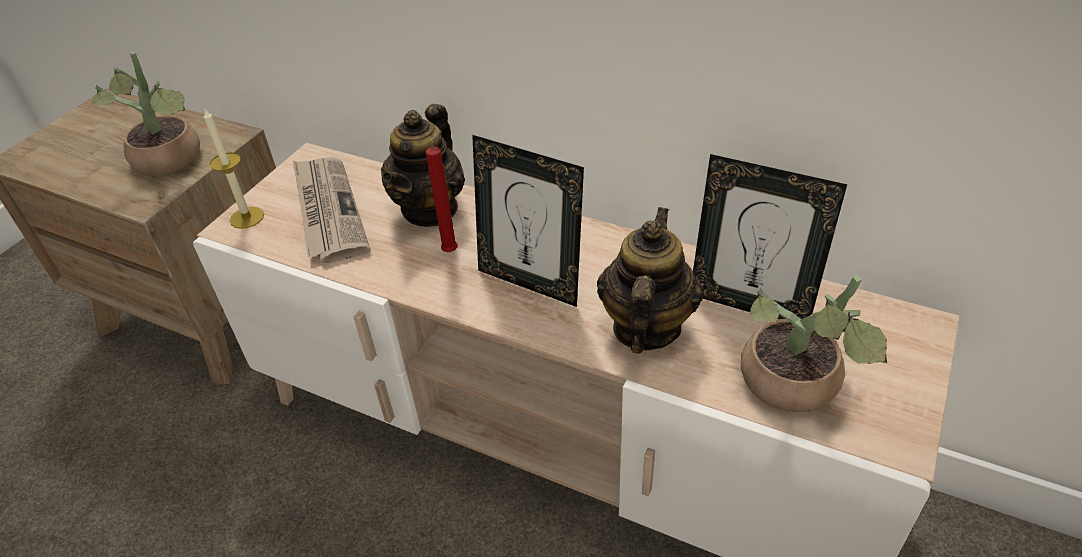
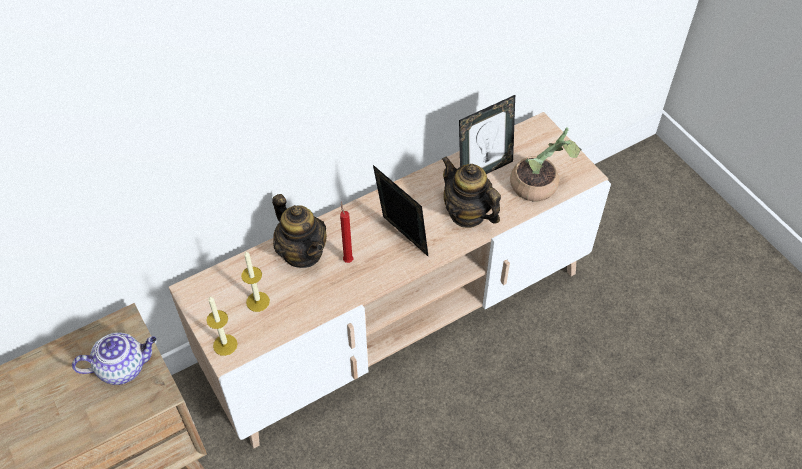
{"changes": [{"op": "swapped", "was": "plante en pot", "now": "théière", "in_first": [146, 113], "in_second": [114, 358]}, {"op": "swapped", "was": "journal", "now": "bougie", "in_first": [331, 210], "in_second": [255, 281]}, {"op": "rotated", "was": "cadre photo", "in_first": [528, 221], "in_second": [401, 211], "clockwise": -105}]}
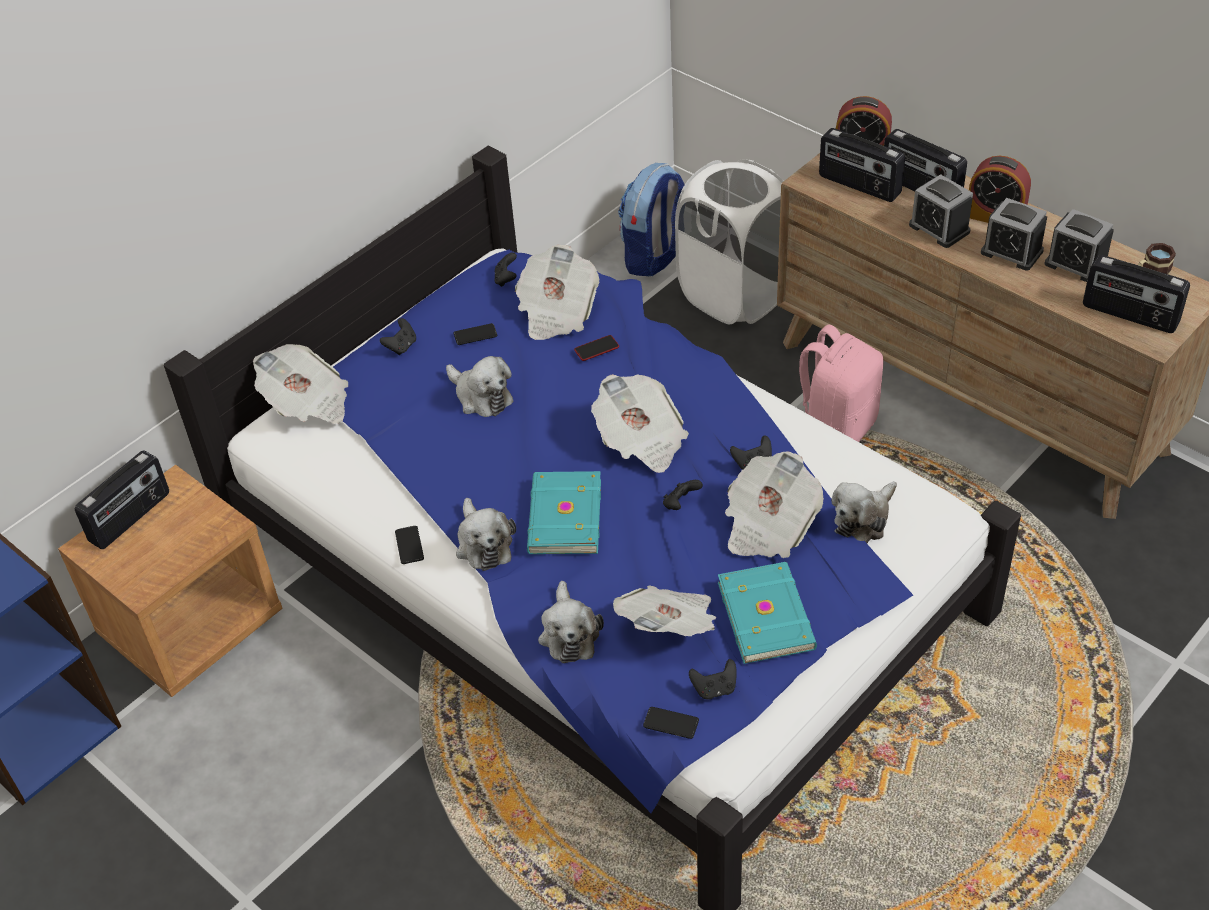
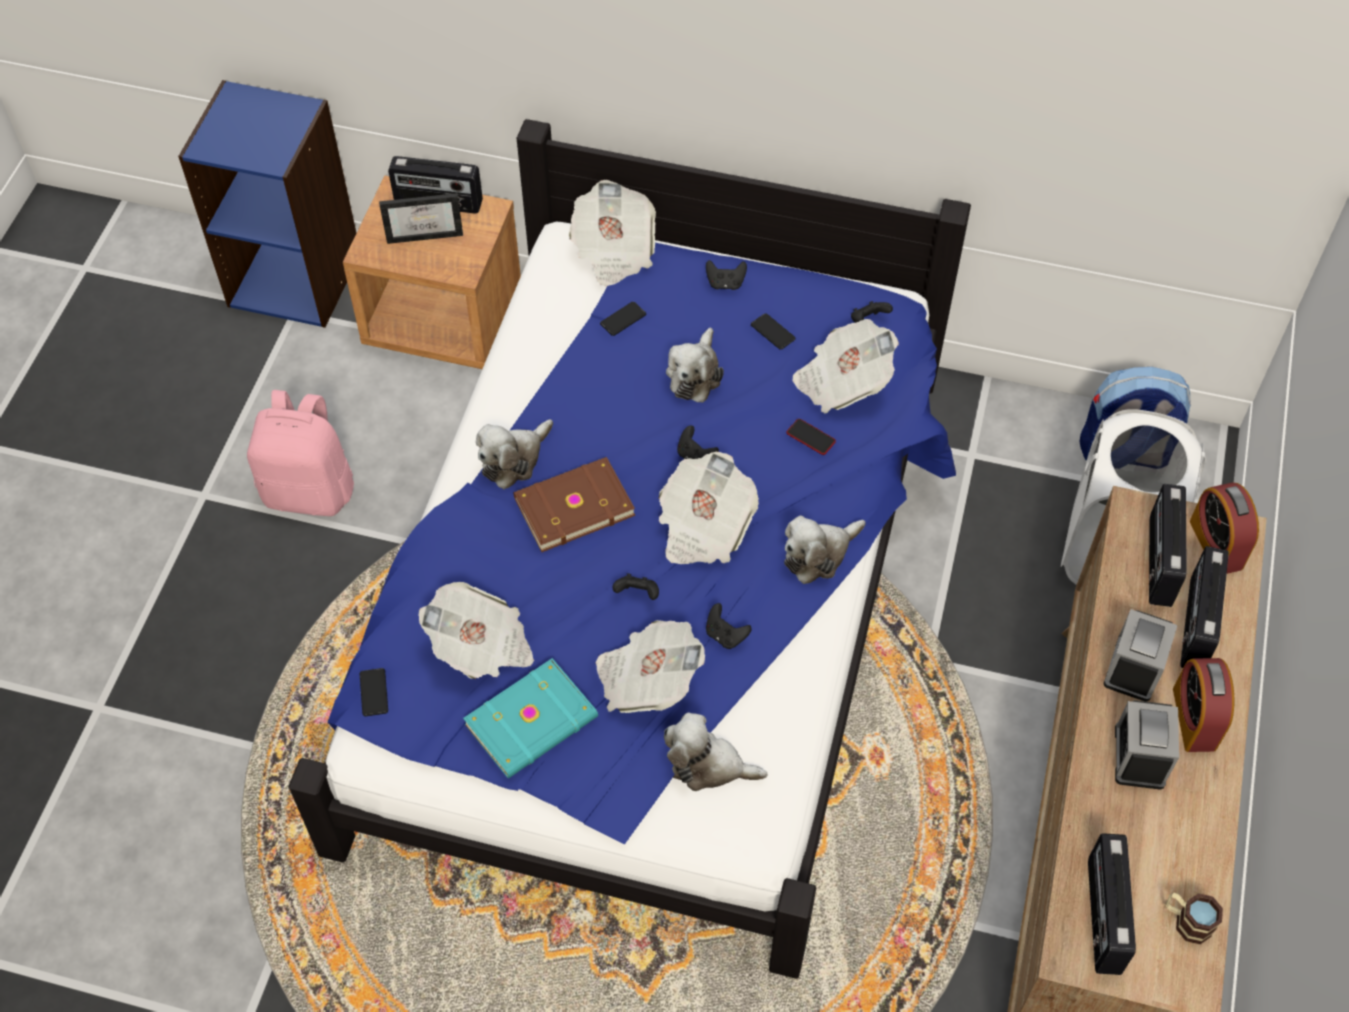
{"changes": [{"op": "shifted", "was": "sac à dos [rose]", "in_first": [841, 383], "in_second": [300, 453]}, {"op": "new", "now": "cadre photo", "in_second": [421, 218]}, {"op": "repainted", "was": "livre [turquoise]", "now": "livre [marron]", "in_first": [564, 512], "in_second": [574, 504]}, {"op": "shifted", "was": "téléphone", "in_first": [409, 545], "in_second": [623, 319]}, {"op": "shifted", "was": "manette [noir]", "in_first": [713, 679], "in_second": [698, 442]}, {"op": "shifted", "was": "peluche", "in_first": [571, 622], "in_second": [824, 549]}, {"op": "gone", "was": "réveil", "in_first": [1079, 245]}]}
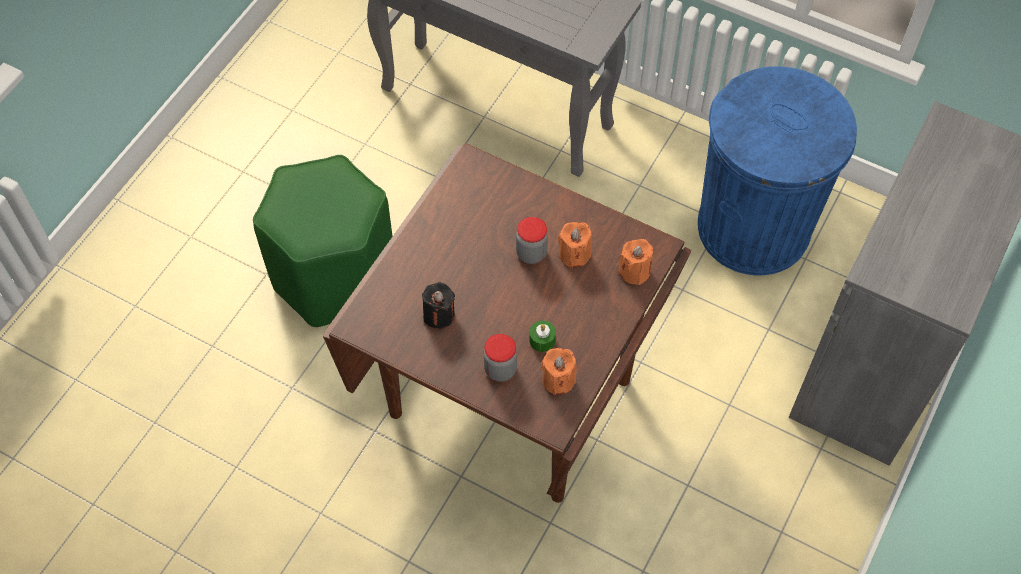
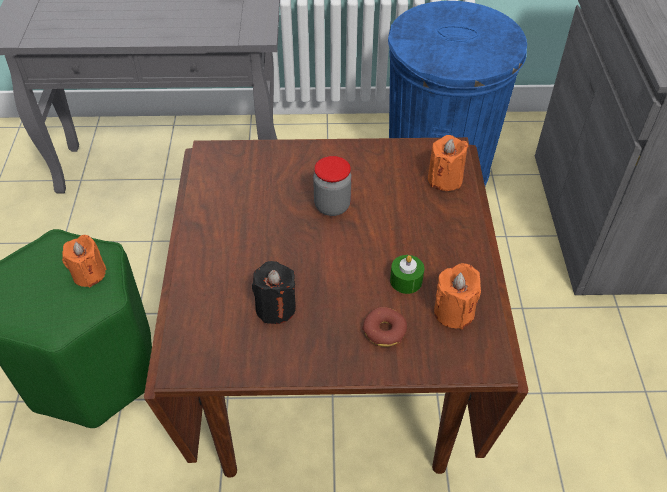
{"changes": [{"op": "shifted", "was": "bougie [orange]", "in_first": [575, 245], "in_second": [84, 261]}, {"op": "swapped", "was": "bocal", "now": "beignet", "in_first": [500, 358], "in_second": [384, 327]}]}
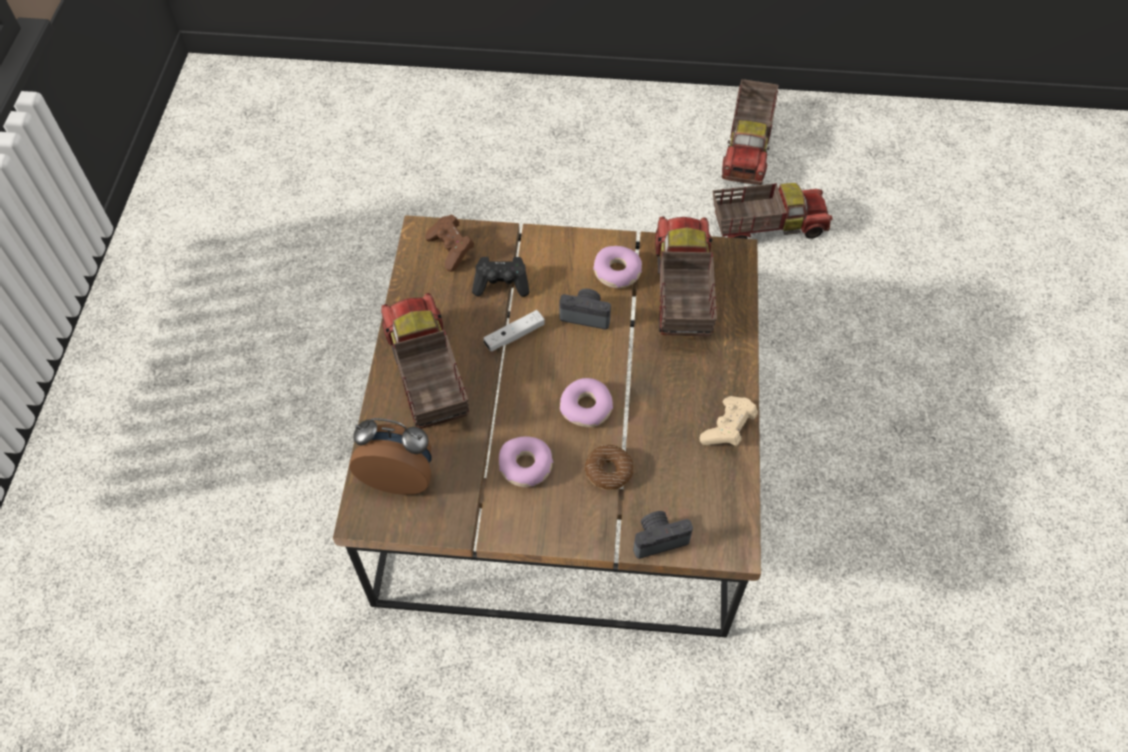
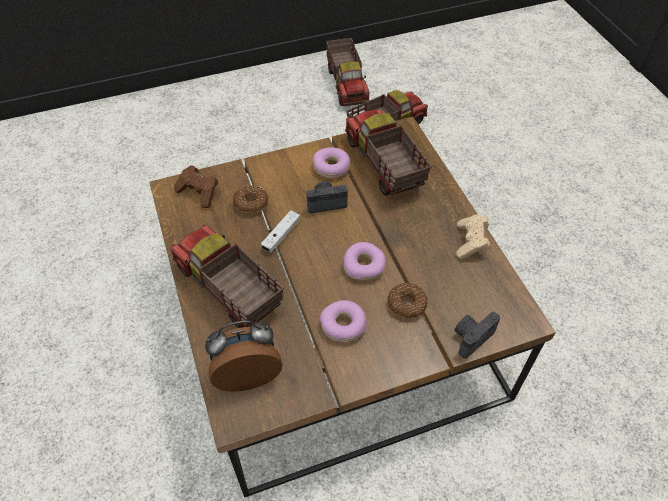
{"changes": [{"op": "swapped", "was": "manette [noir]", "now": "beignet", "in_first": [501, 277], "in_second": [250, 199]}]}
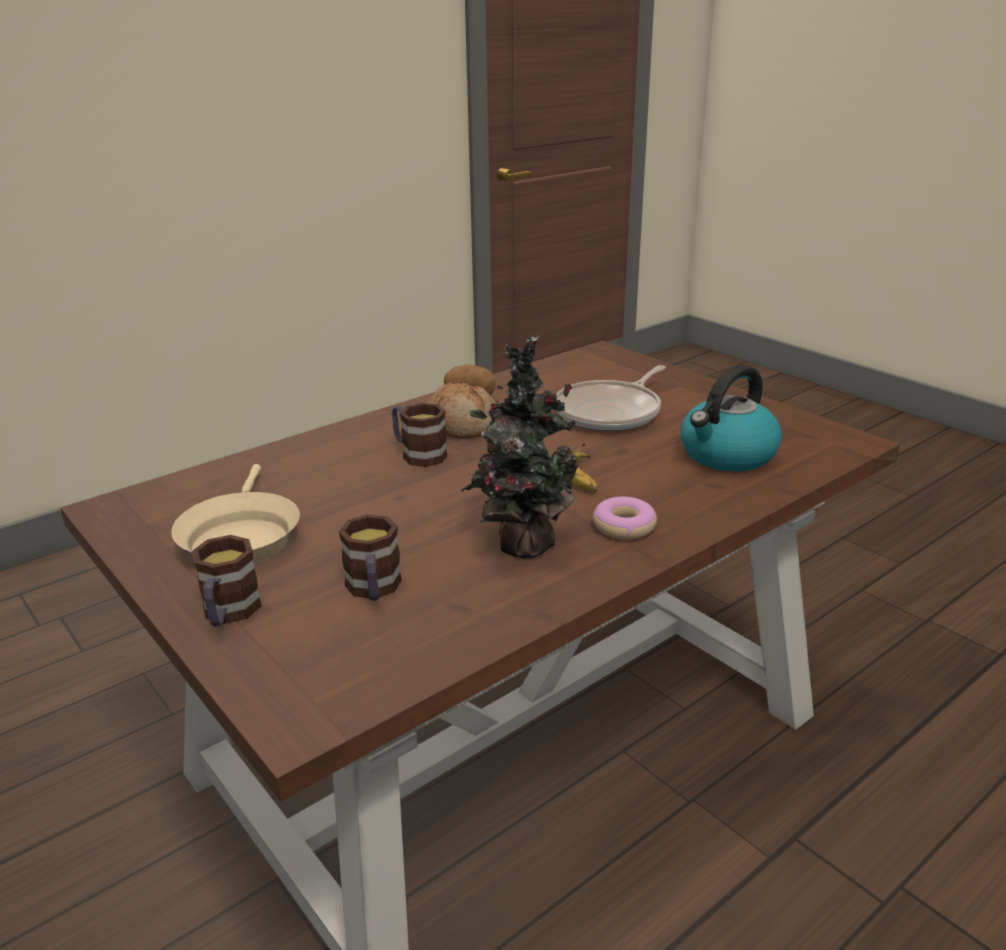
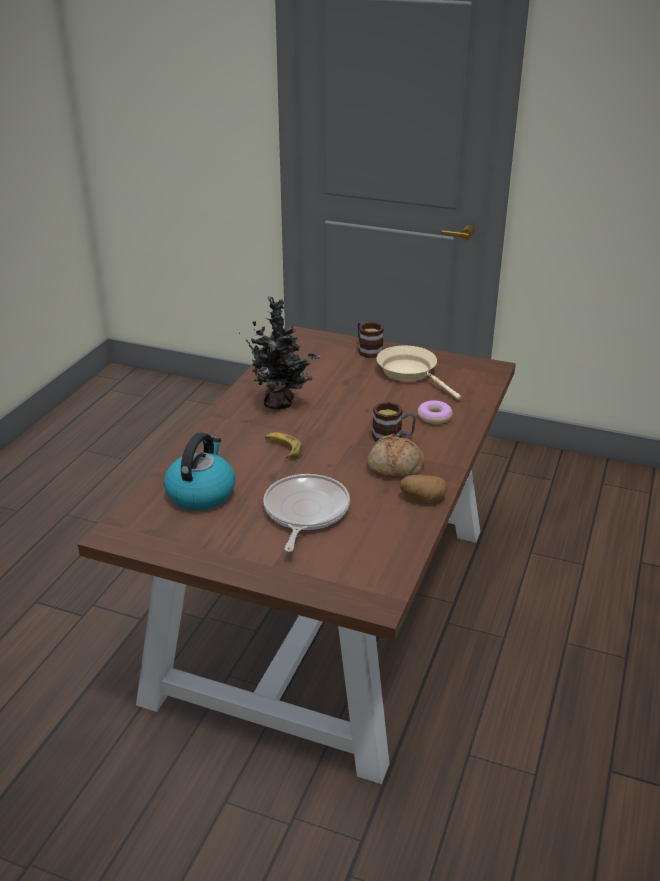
{"changes": [{"op": "shifted", "was": "beignet", "in_first": [624, 518], "in_second": [434, 412]}, {"op": "gone", "was": "mug", "in_first": [370, 557]}]}
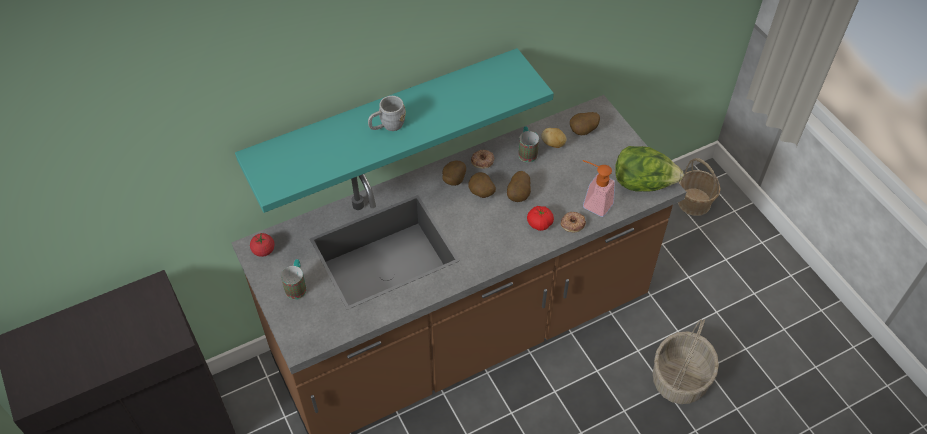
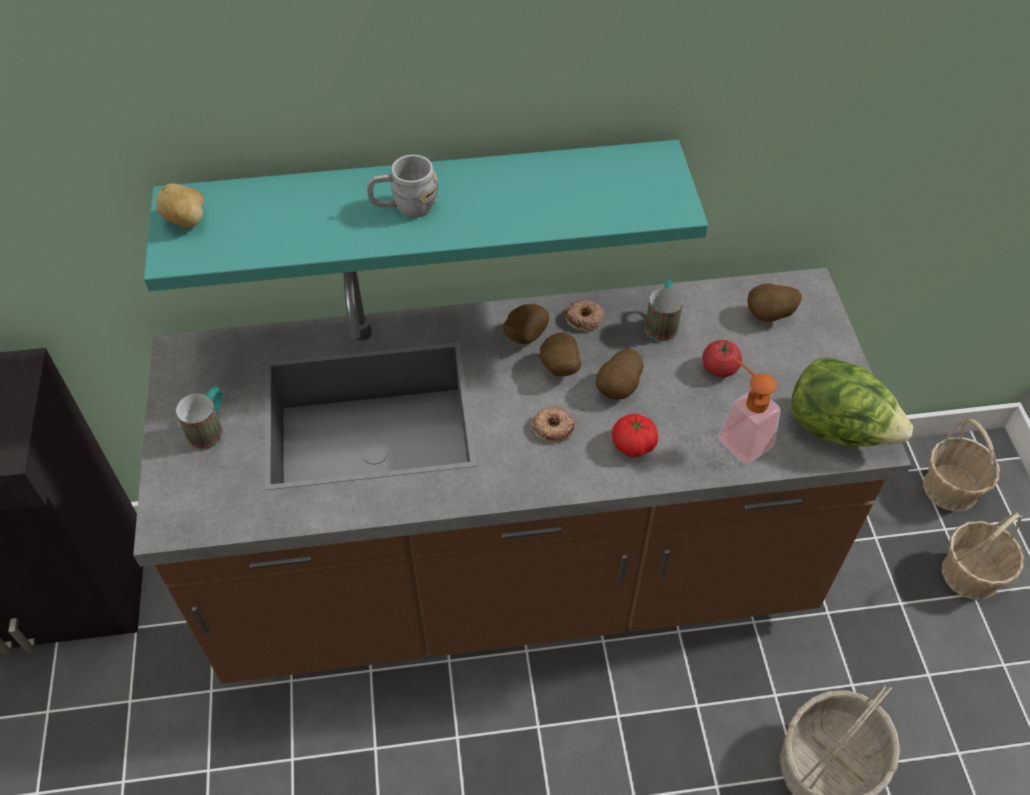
{"changes": [{"op": "shifted", "was": "pomme de terre", "in_first": [554, 138], "in_second": [180, 206]}, {"op": "shifted", "was": "beignet", "in_first": [573, 222], "in_second": [553, 425]}, {"op": "shifted", "was": "tomate", "in_first": [262, 245], "in_second": [722, 358]}, {"op": "new", "now": "panier", "in_second": [983, 556]}]}
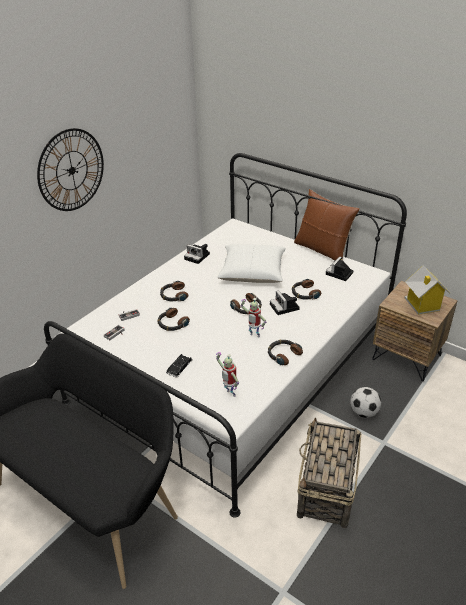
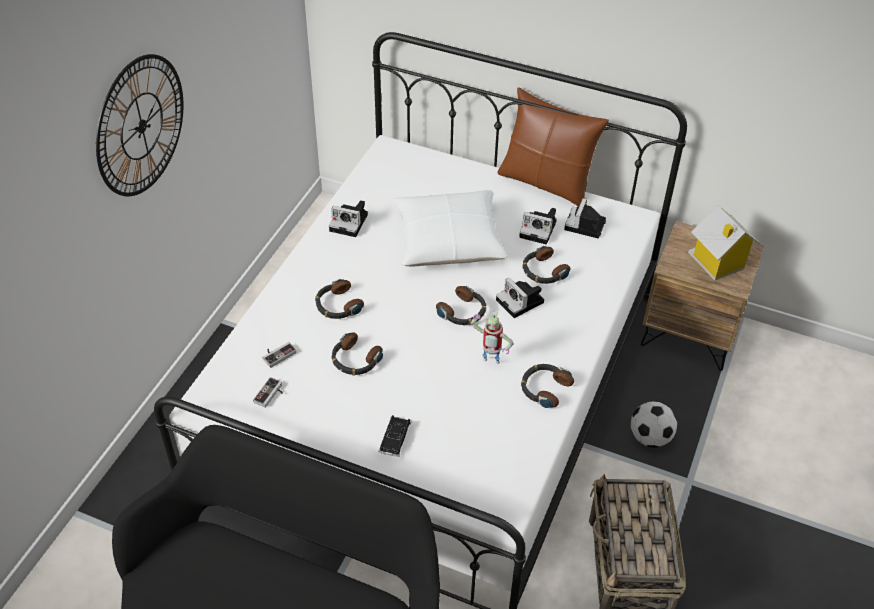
{"changes": [{"op": "new", "now": "appareil photo", "in_second": [538, 226]}, {"op": "gone", "was": "robot jouet", "in_first": [227, 374]}]}
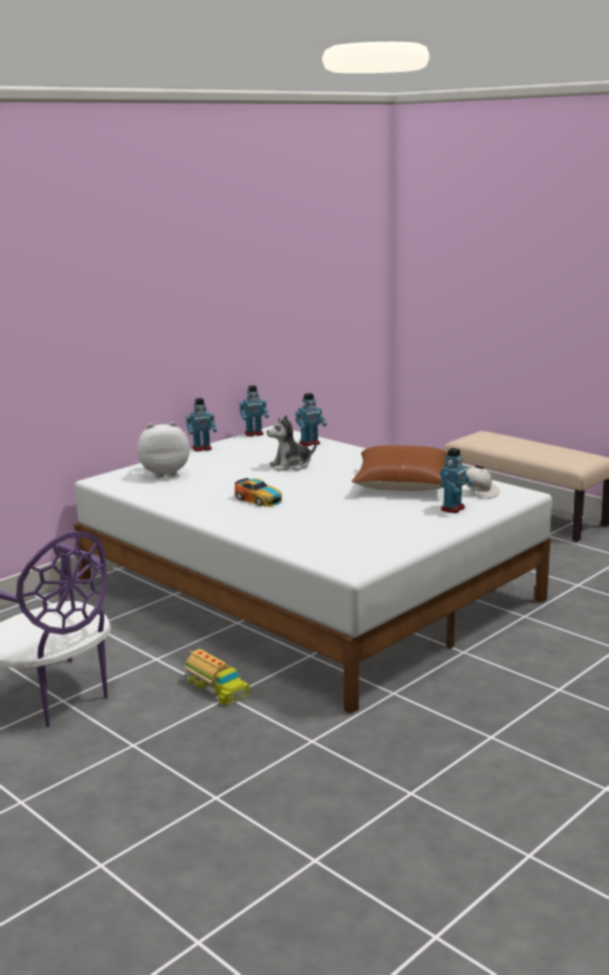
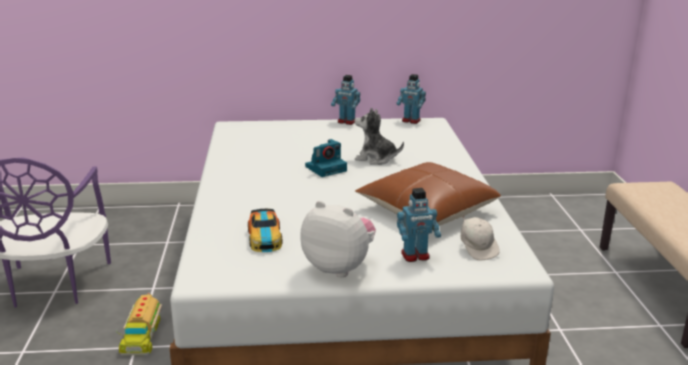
{"changes": [{"op": "shifted", "was": "petite voiture", "in_first": [258, 492], "in_second": [265, 230]}, {"op": "shifted", "was": "peluche", "in_first": [163, 450], "in_second": [338, 239]}, {"op": "new", "now": "appareil photo", "in_second": [326, 158]}, {"op": "gone", "was": "robot jouet", "in_first": [311, 419]}]}
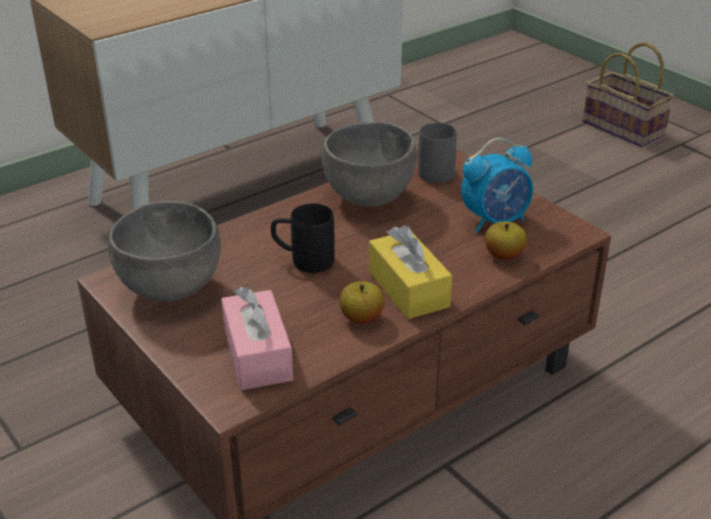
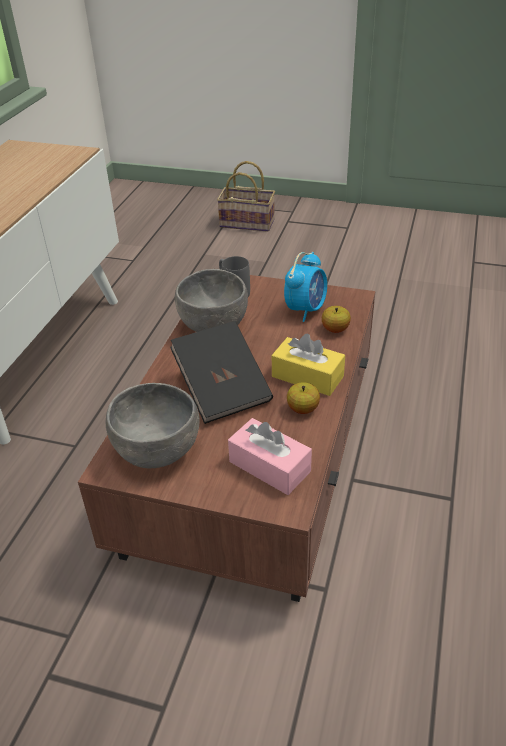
{"changes": [{"op": "swapped", "was": "mug [noir]", "now": "livre [noir]", "in_first": [303, 238], "in_second": [221, 372]}]}
